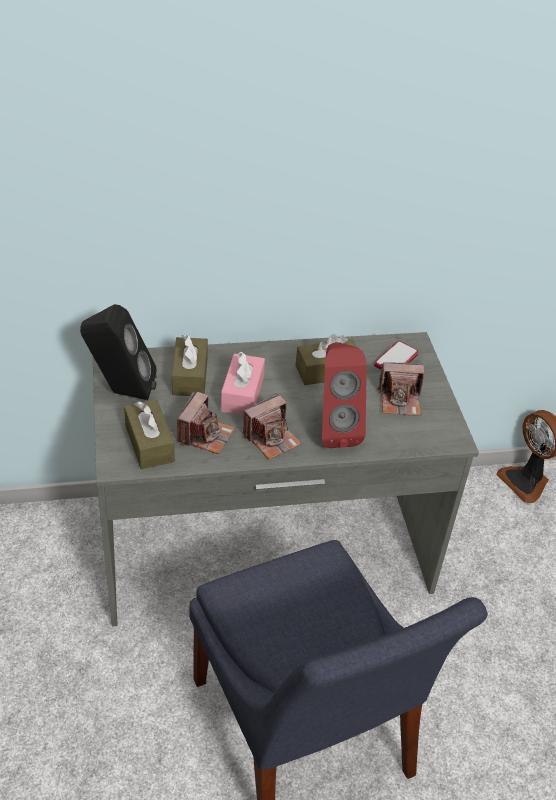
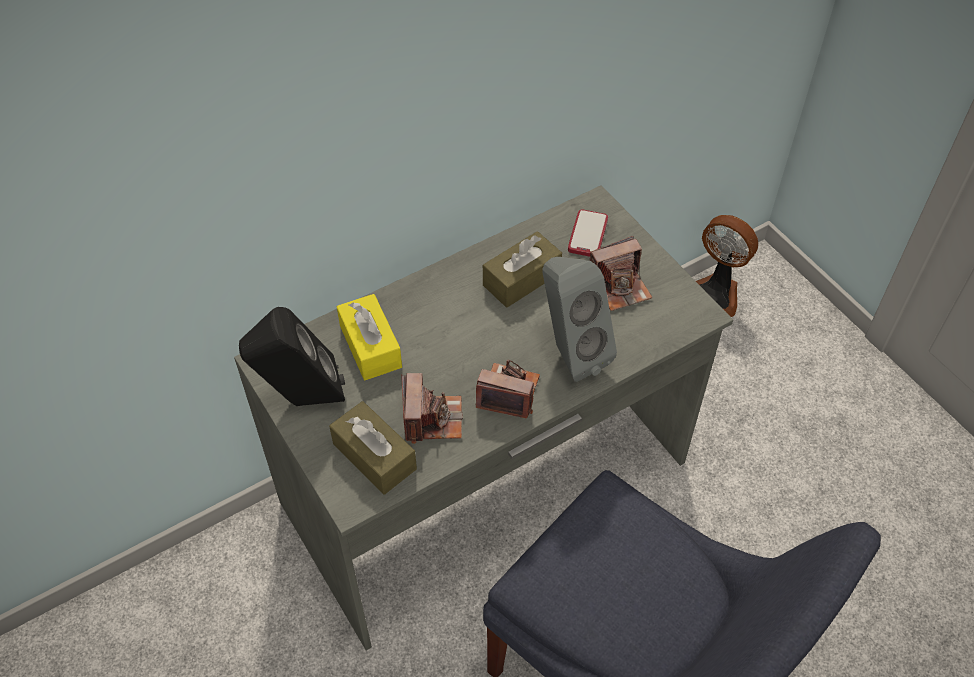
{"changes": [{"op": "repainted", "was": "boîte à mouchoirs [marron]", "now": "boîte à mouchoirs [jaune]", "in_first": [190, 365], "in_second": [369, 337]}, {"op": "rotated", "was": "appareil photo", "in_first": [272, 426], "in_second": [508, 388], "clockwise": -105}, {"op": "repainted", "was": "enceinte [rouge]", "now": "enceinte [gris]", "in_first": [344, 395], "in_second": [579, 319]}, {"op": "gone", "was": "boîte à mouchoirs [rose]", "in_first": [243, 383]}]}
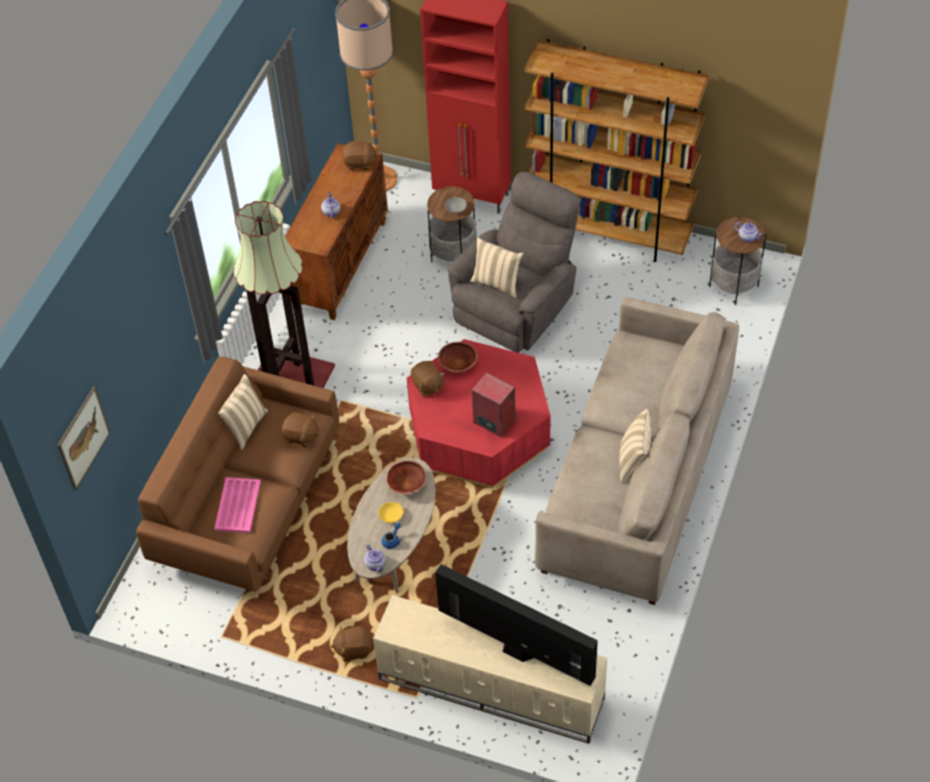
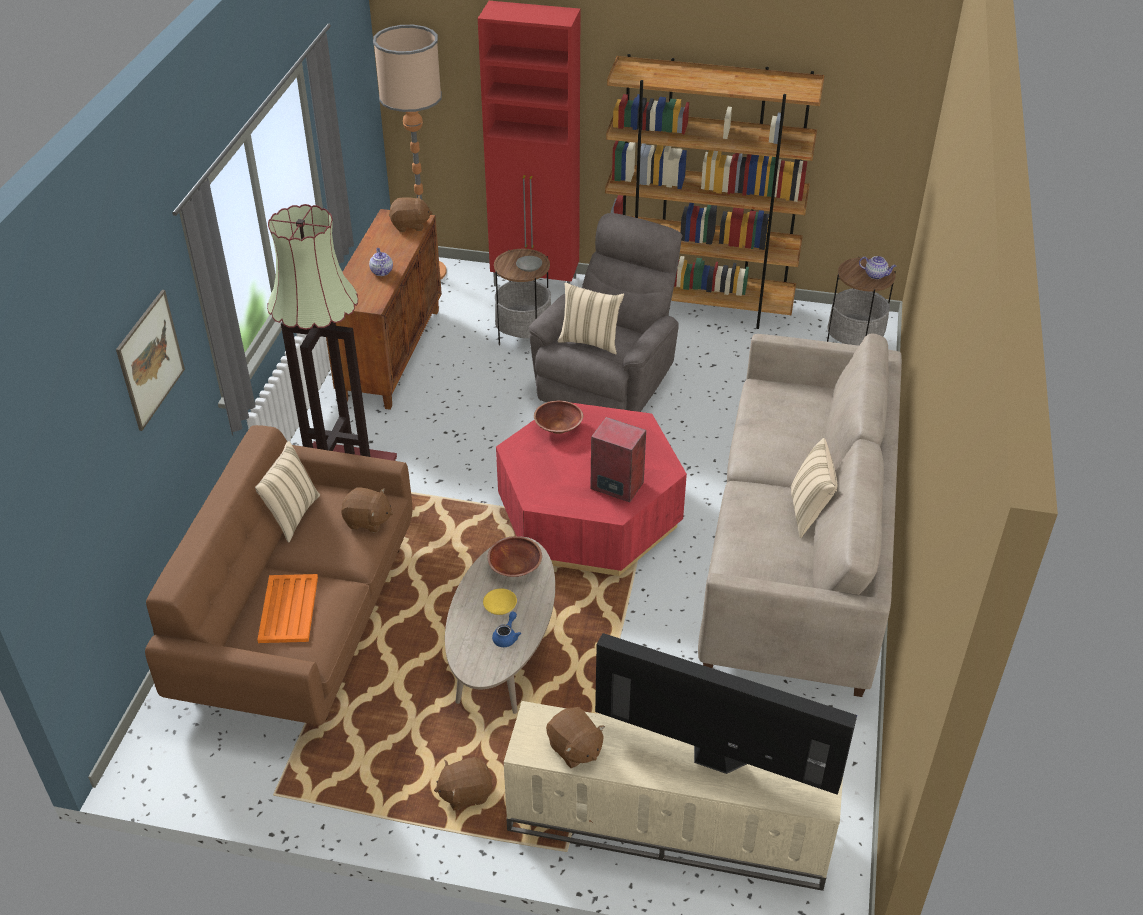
{"changes": [{"op": "shifted", "was": "tableau", "in_first": [83, 438], "in_second": [150, 360]}, {"op": "repainted", "was": "plateau [rose]", "now": "plateau [orange]", "in_first": [237, 505], "in_second": [287, 608]}, {"op": "shifted", "was": "peluche [marron]", "in_first": [428, 379], "in_second": [575, 737]}, {"op": "gone", "was": "théière", "in_first": [375, 558]}]}
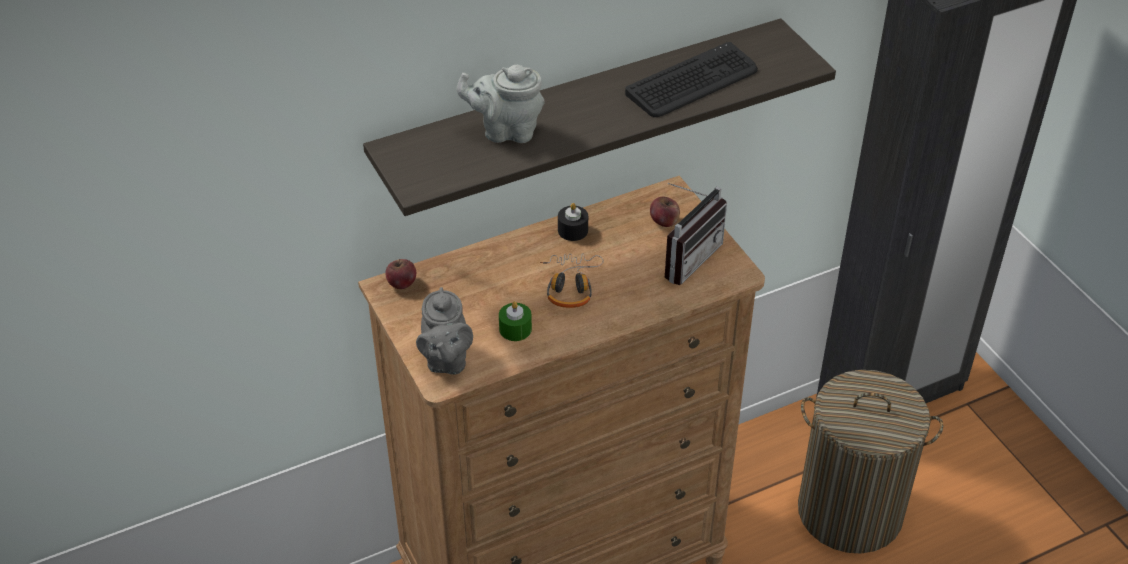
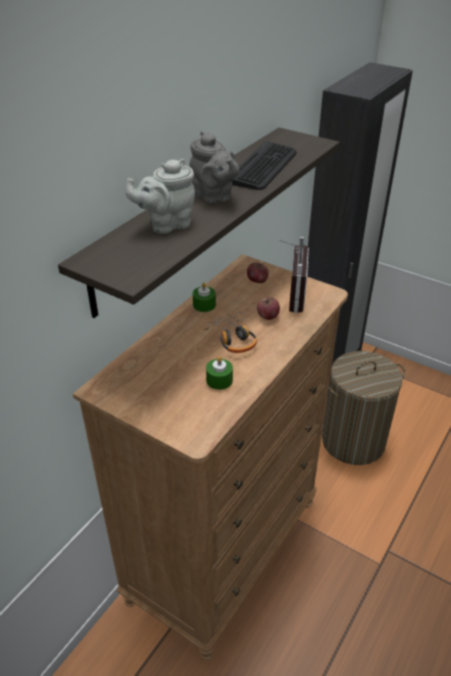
{"changes": [{"op": "shifted", "was": "théière [gris]", "in_first": [444, 331], "in_second": [214, 167]}, {"op": "repainted", "was": "bougie [noir]", "now": "bougie [vert]", "in_first": [573, 222], "in_second": [204, 297]}, {"op": "shifted", "was": "pomme", "in_first": [400, 274], "in_second": [268, 308]}]}
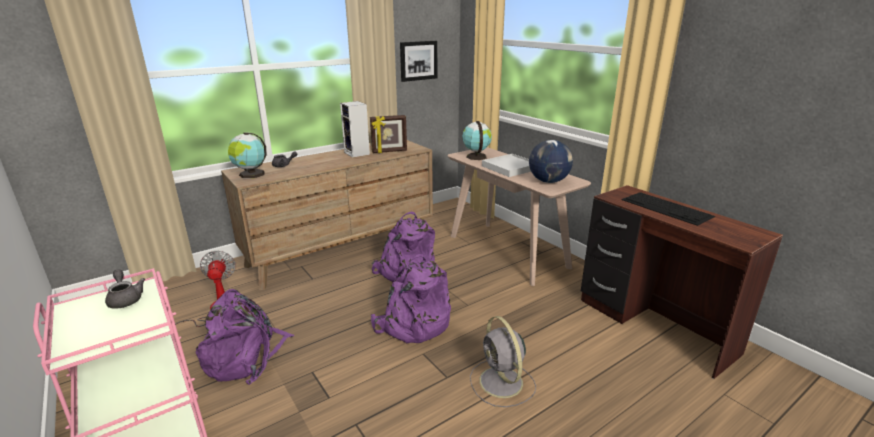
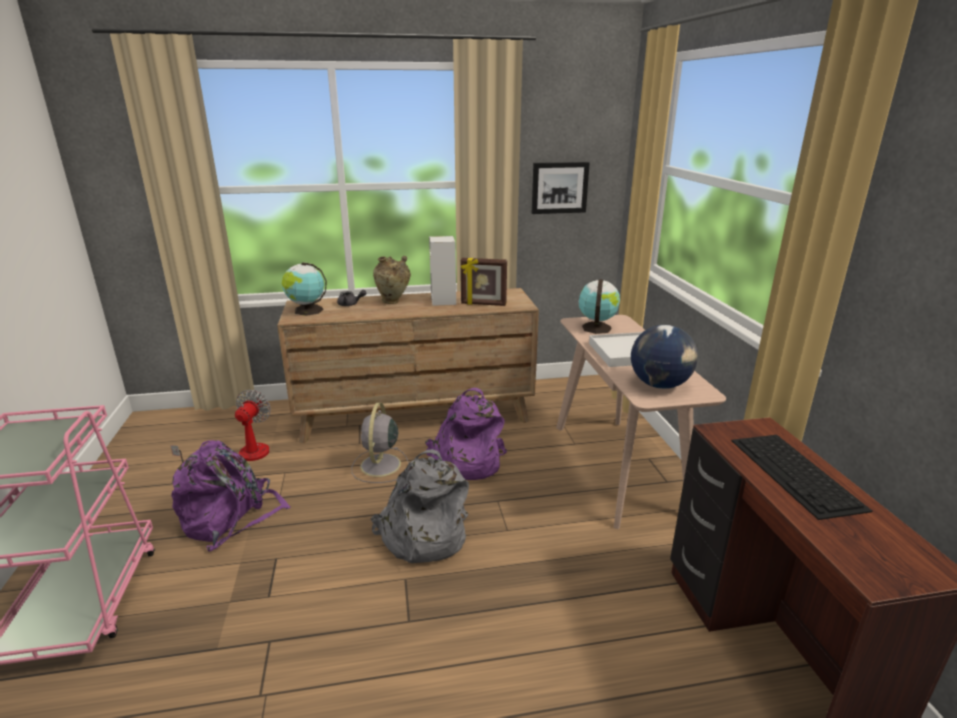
{"changes": [{"op": "shifted", "was": "ventilateur [gris]", "in_first": [503, 361], "in_second": [380, 442]}, {"op": "repainted", "was": "sac à dos [violet]", "now": "sac à dos [gris]", "in_first": [411, 298], "in_second": [420, 506]}, {"op": "new", "now": "vase [beige]", "in_second": [392, 280]}, {"op": "gone", "was": "théière [gris]", "in_first": [125, 289]}]}
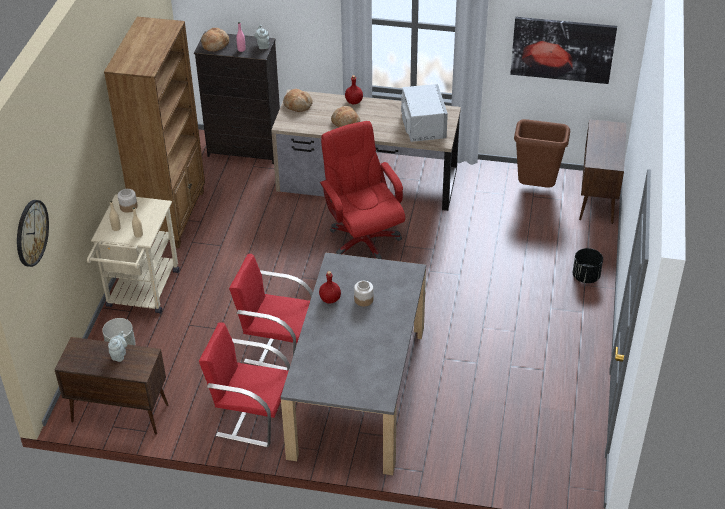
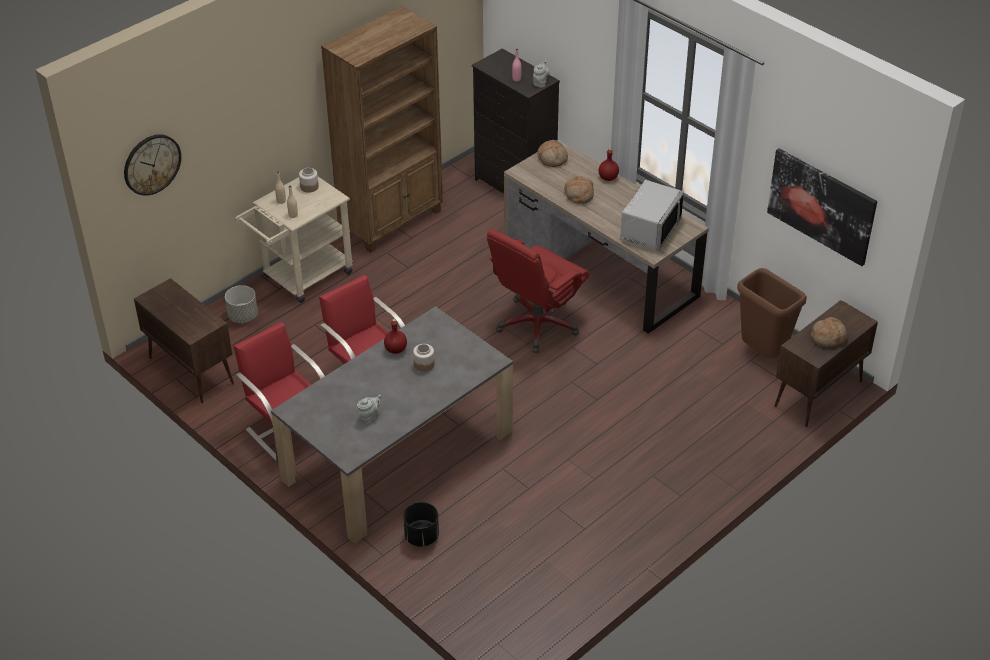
{"changes": [{"op": "shifted", "was": "théière [gris]", "in_first": [117, 346], "in_second": [369, 409]}, {"op": "shifted", "was": "cache-pot [noir]", "in_first": [588, 265], "in_second": [421, 524]}, {"op": "rotated", "was": "chaise de bureau [rouge]", "in_first": [362, 190], "in_second": [538, 291], "clockwise": -150}, {"op": "shifted", "was": "pain", "in_first": [215, 39], "in_second": [829, 332]}]}
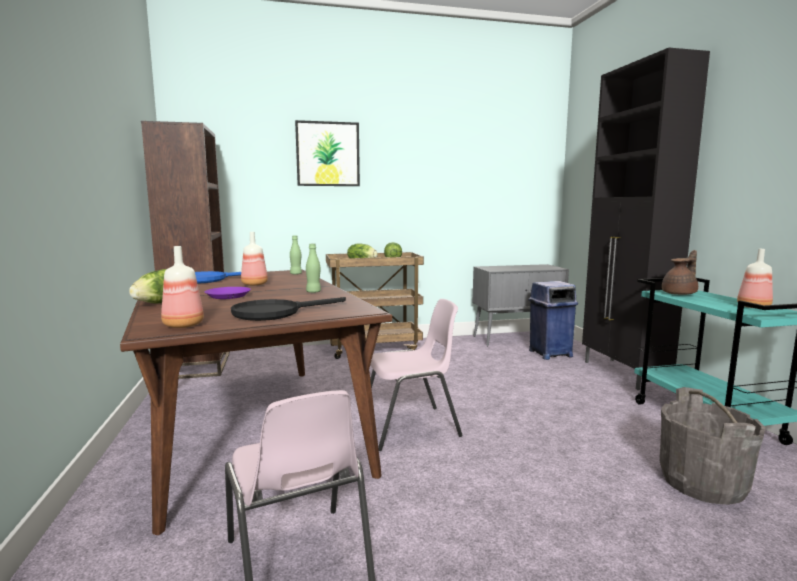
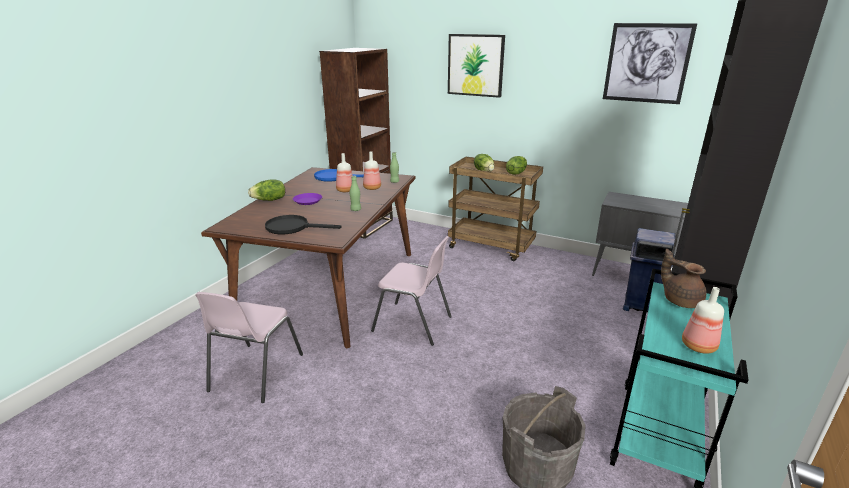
{"changes": [{"op": "shifted", "was": "bouteille", "in_first": [182, 287], "in_second": [372, 170]}, {"op": "new", "now": "tableau", "in_second": [650, 63]}, {"op": "rotated", "was": "théière [marron]", "in_first": [680, 272], "in_second": [683, 278], "clockwise": -135}]}
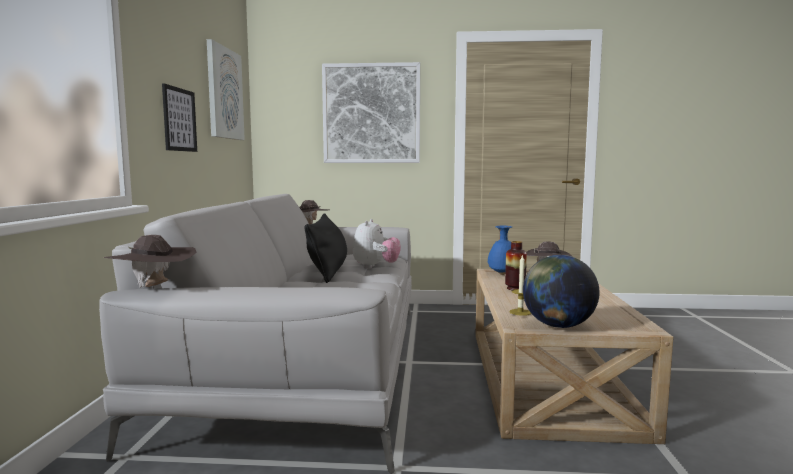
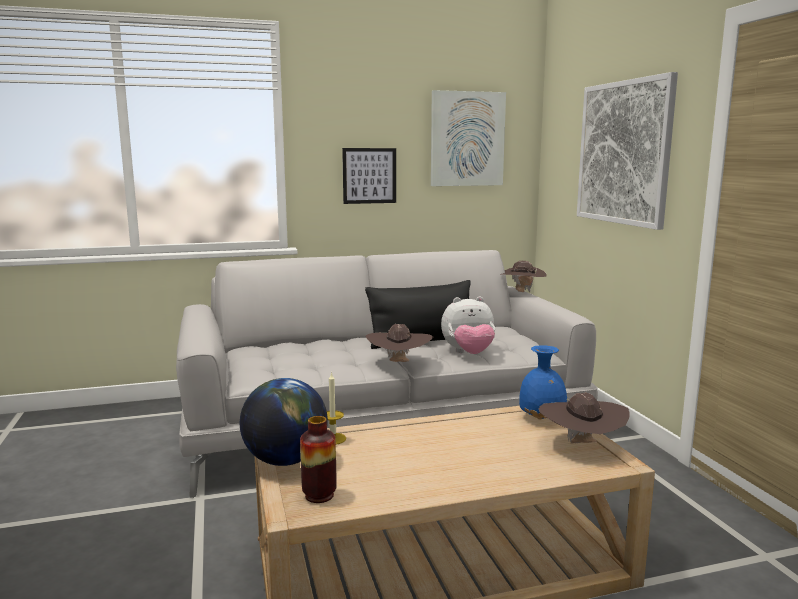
{"changes": [{"op": "shifted", "was": "vase", "in_first": [516, 265], "in_second": [318, 459]}, {"op": "shifted", "was": "chapeau [marron]", "in_first": [150, 261], "in_second": [399, 343]}]}
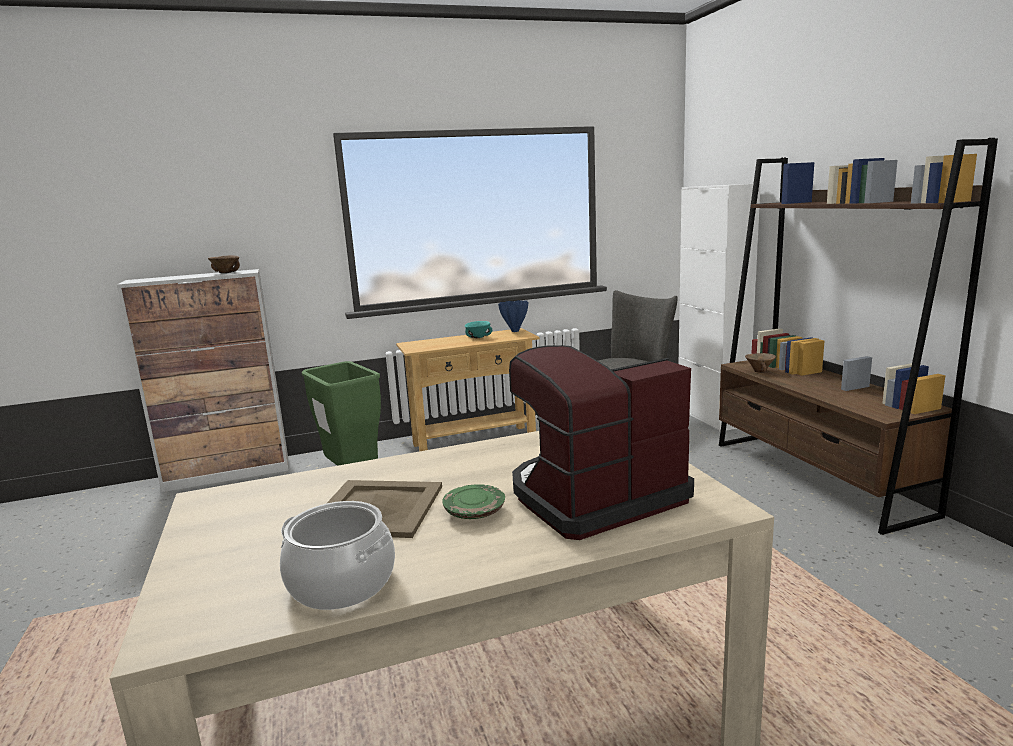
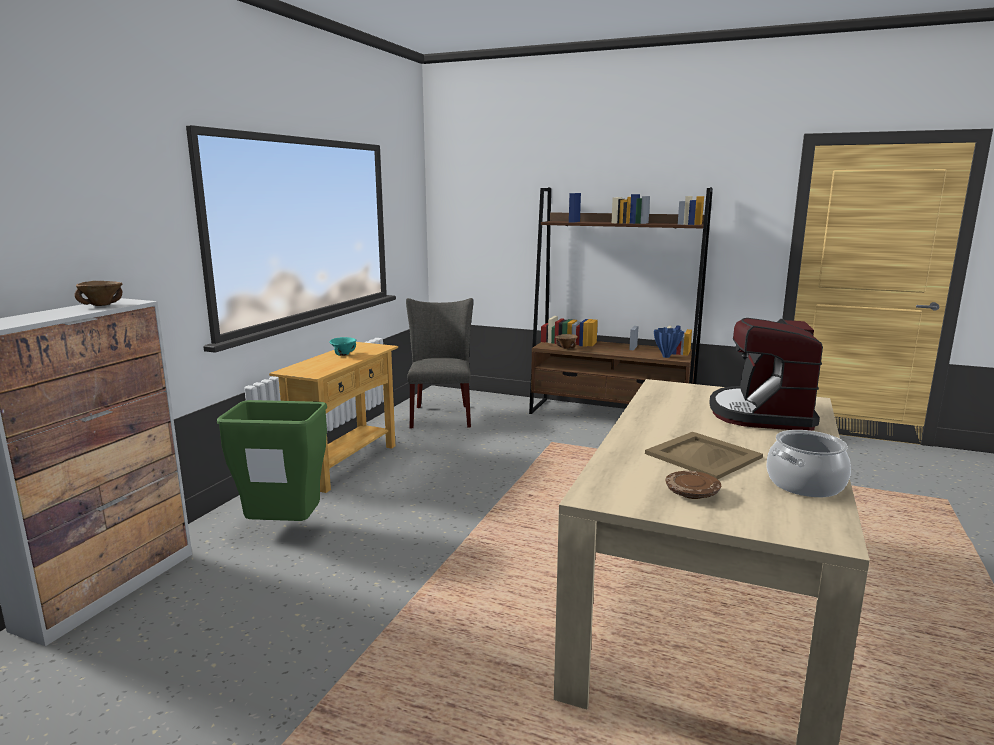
{"changes": [{"op": "shifted", "was": "vase [bleu]", "in_first": [513, 316], "in_second": [669, 342]}, {"op": "new", "now": "assiette [marron]", "in_second": [693, 485]}, {"op": "gone", "was": "assiette [vert]", "in_first": [473, 501]}, {"op": "gone", "was": "meuble de rangement [blanc]", "in_first": [720, 307]}]}
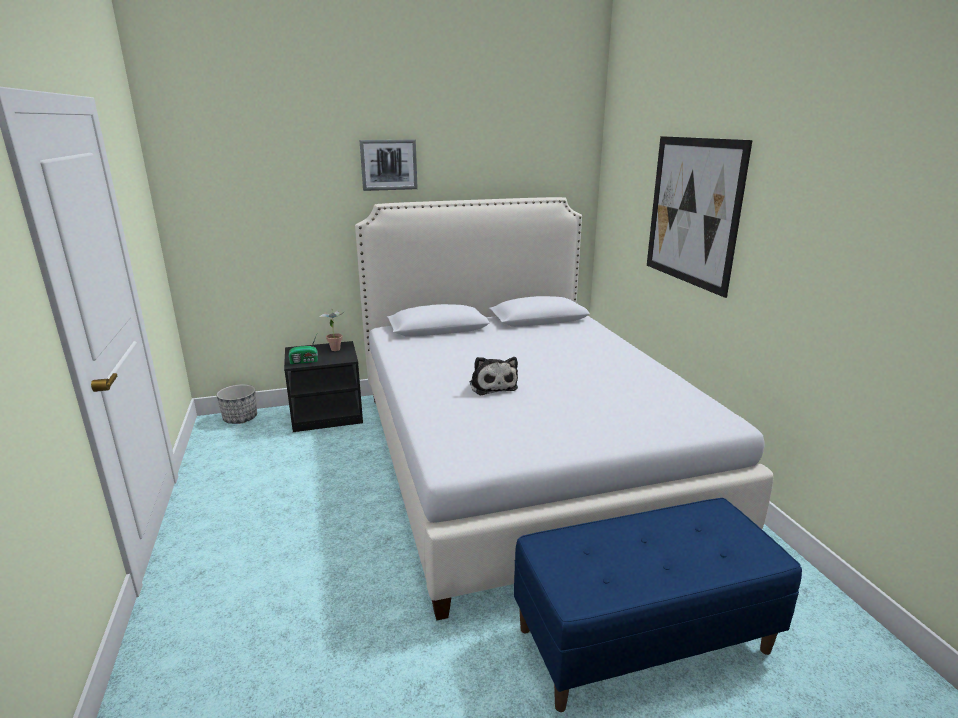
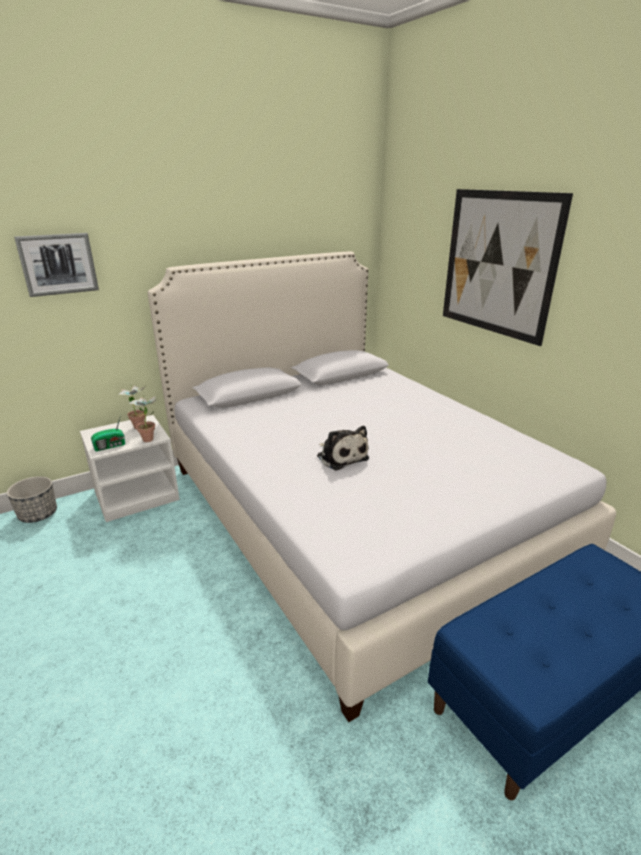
{"changes": [{"op": "shifted", "was": "tableau", "in_first": [389, 165], "in_second": [56, 265]}, {"op": "repainted", "was": "table de chevet [noir]", "now": "table de chevet [blanc]", "in_first": [323, 386], "in_second": [130, 468]}, {"op": "new", "now": "plante en pot", "in_second": [142, 418]}]}
